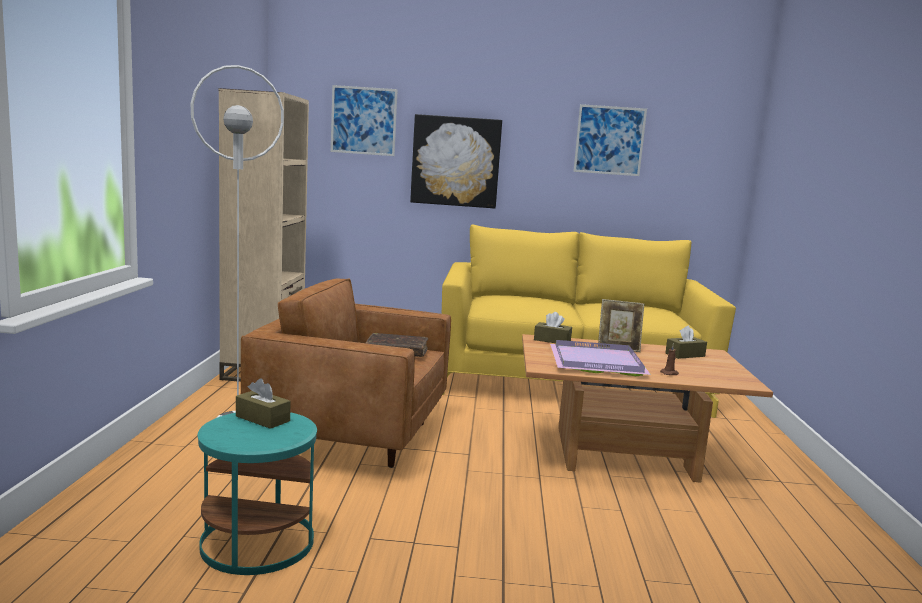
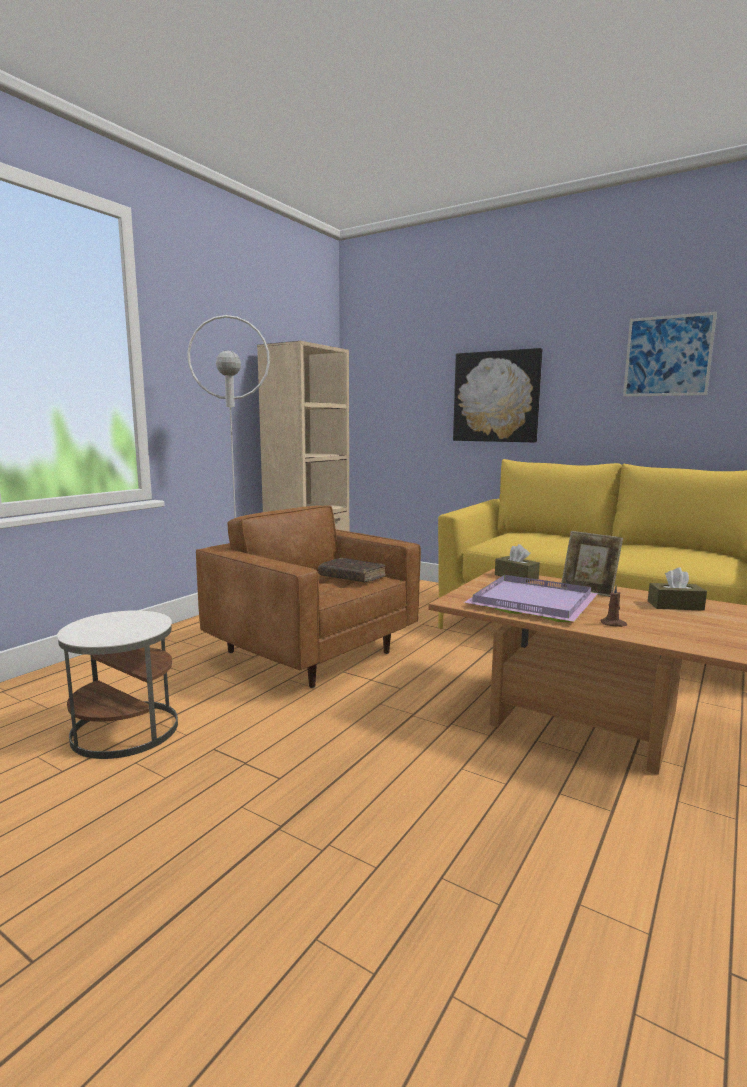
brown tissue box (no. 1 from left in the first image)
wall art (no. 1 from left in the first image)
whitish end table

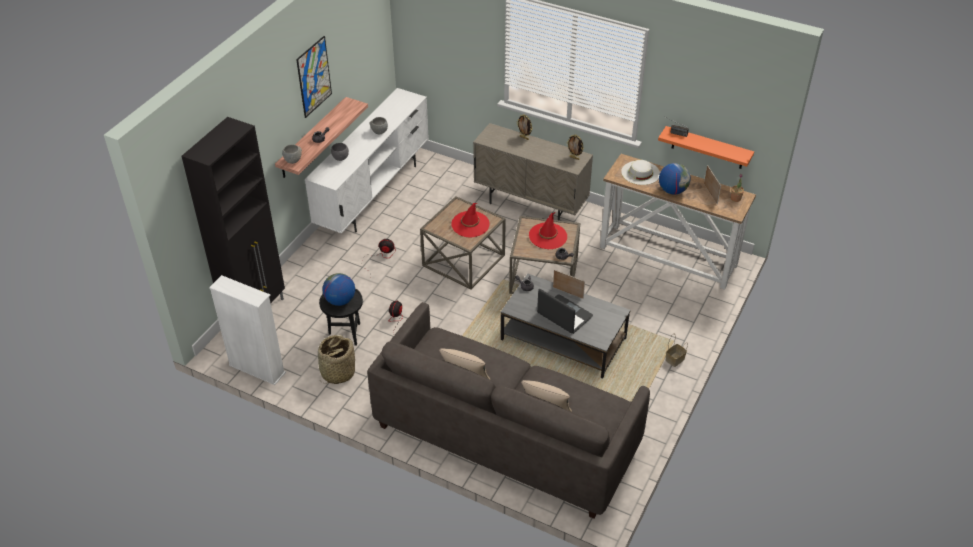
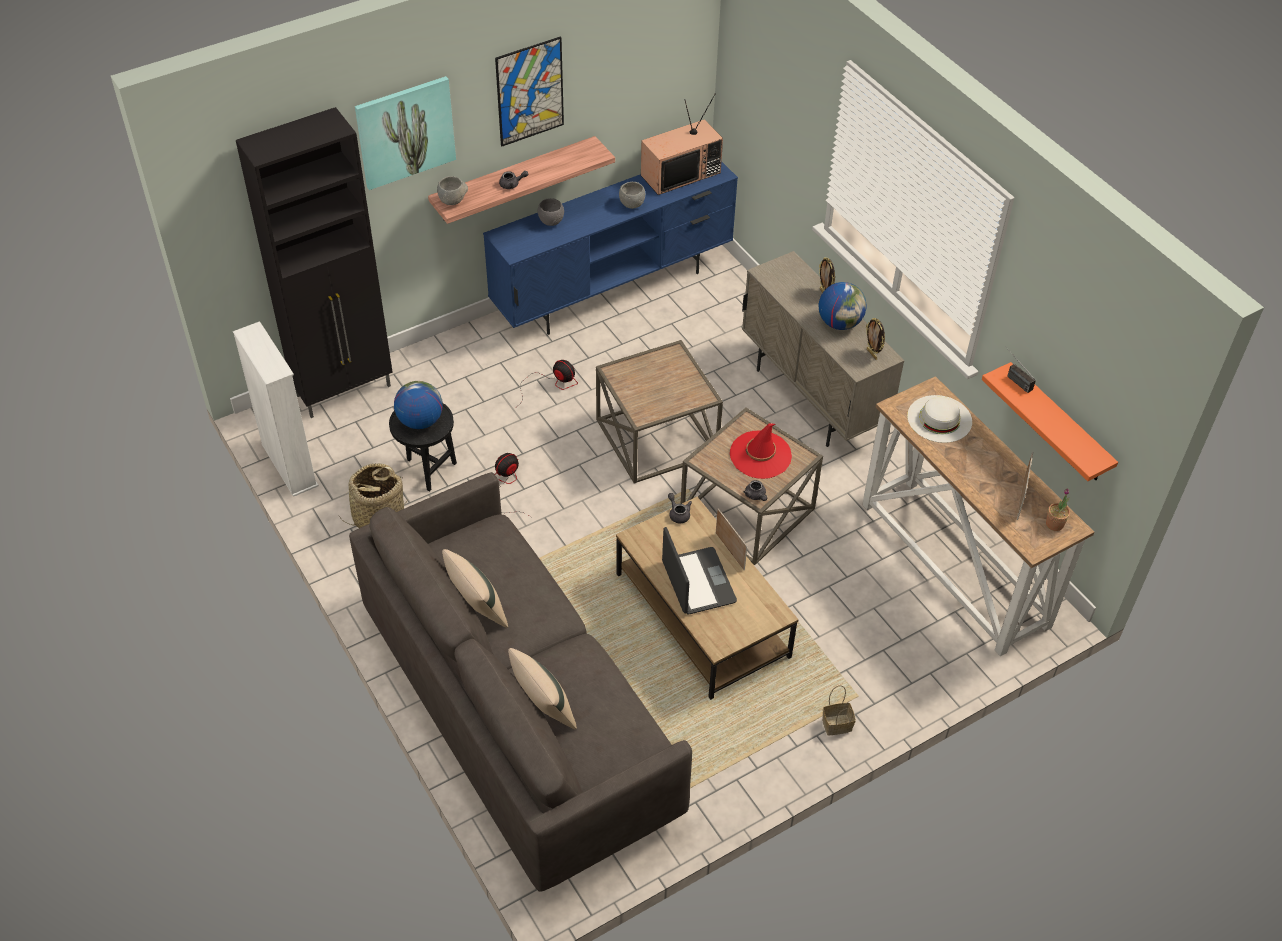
red hat (no. 1 from left in the first image)
wall art (no. 1 from left)
television
desk globe (no. 2 from left)
bluish tv stand
brown low table

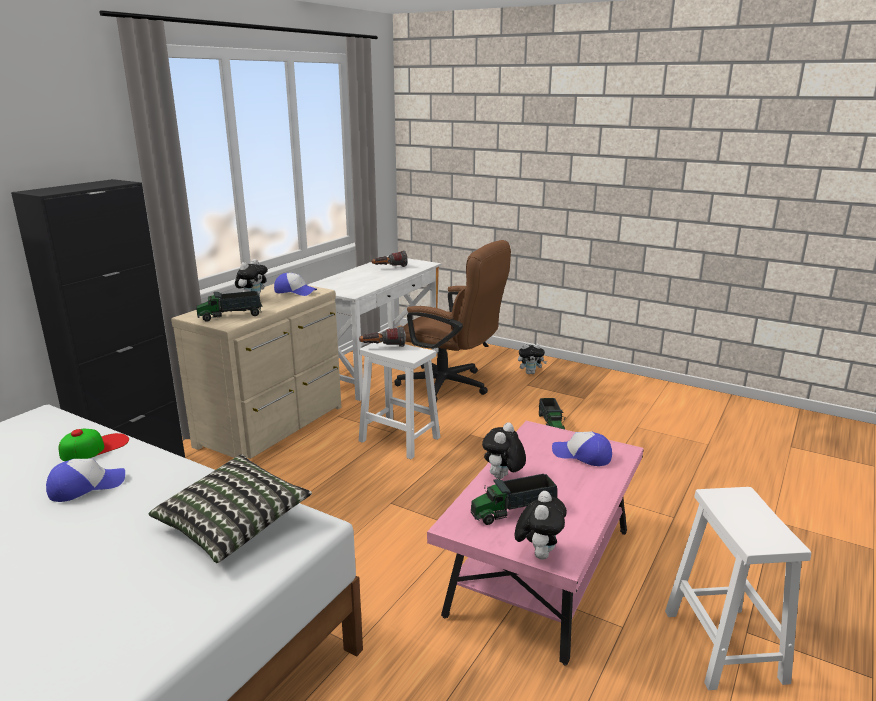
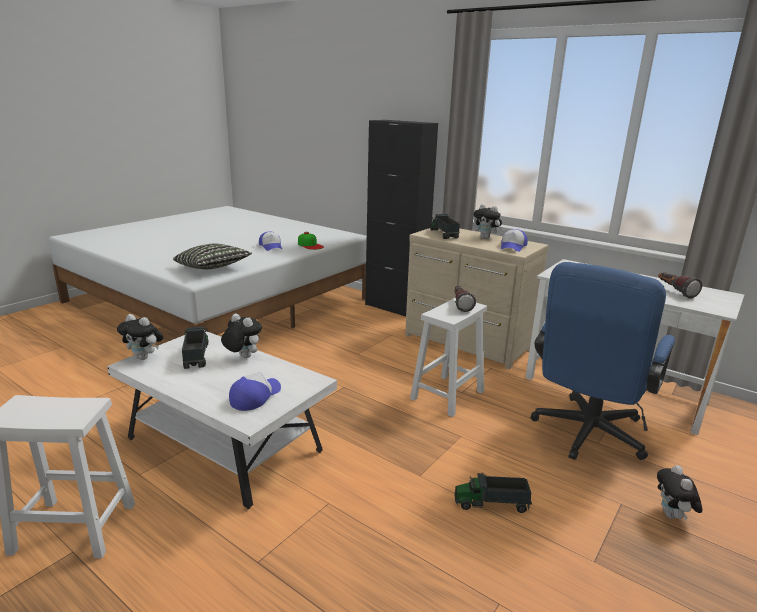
bluish office chair
whitish low table

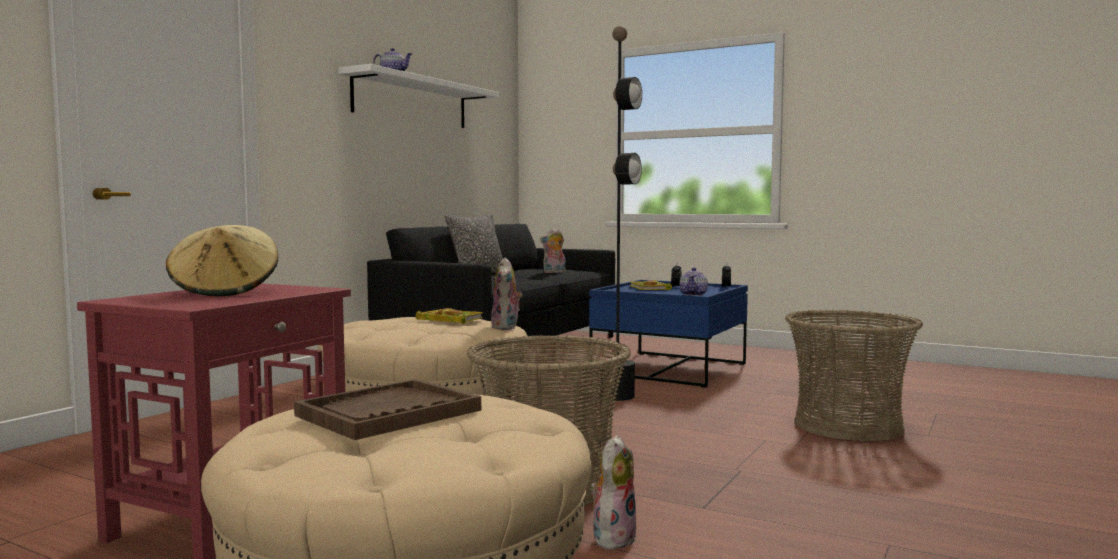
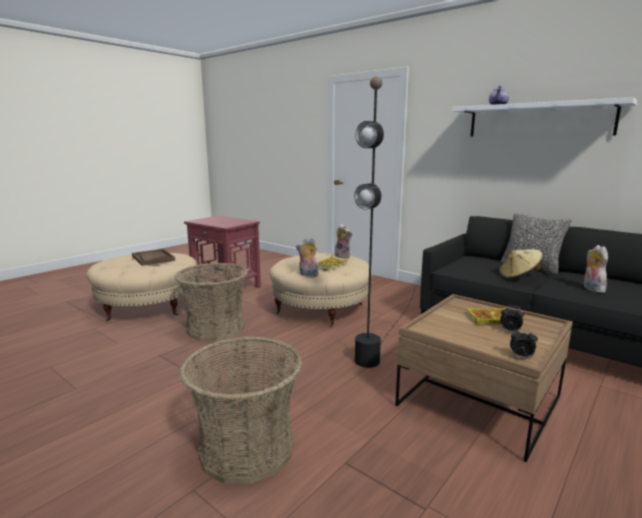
tea pot (no. 2 from left in the first image)
sand-coloured hat
plush toy (no. 2 from left)
brown low table

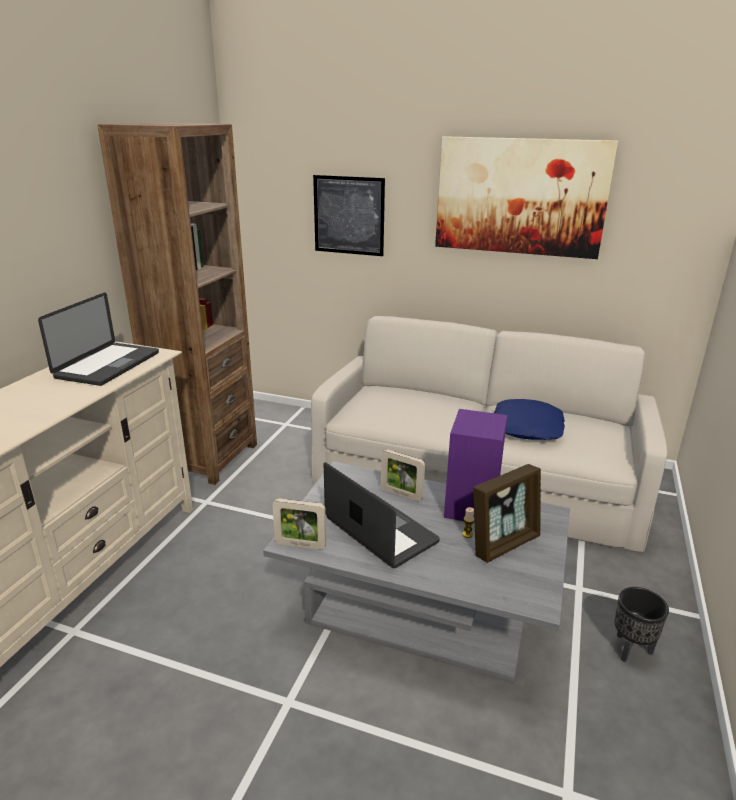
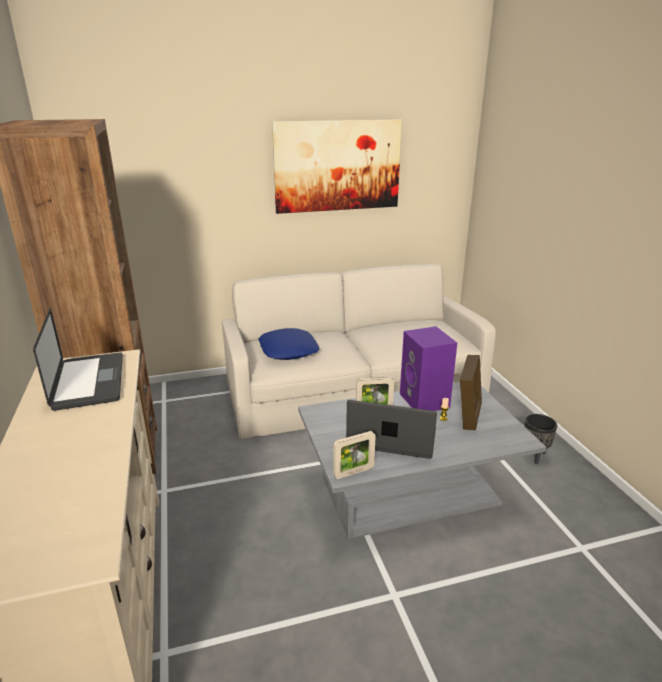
wall art (no. 1 from left in the first image)
bluish cushion

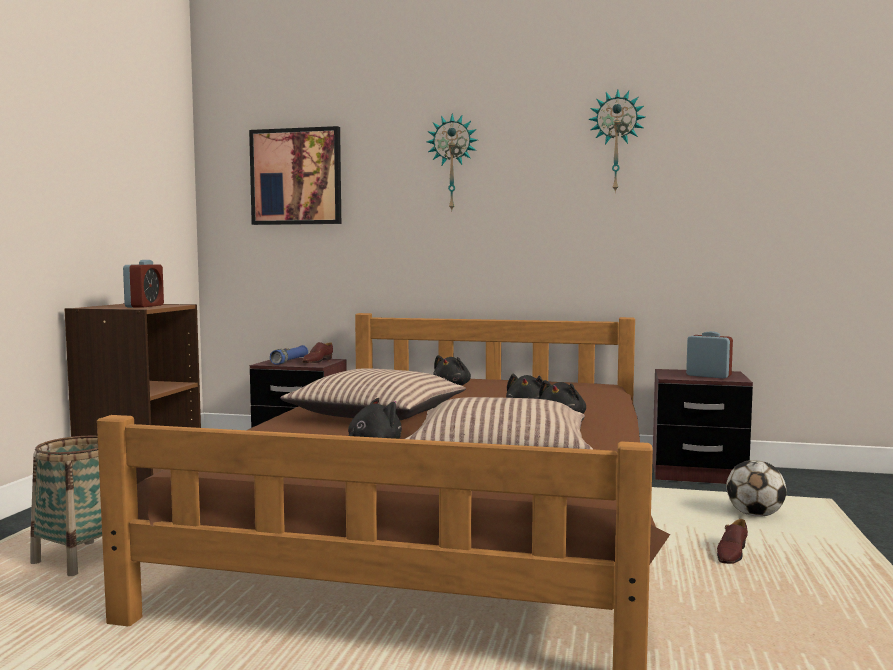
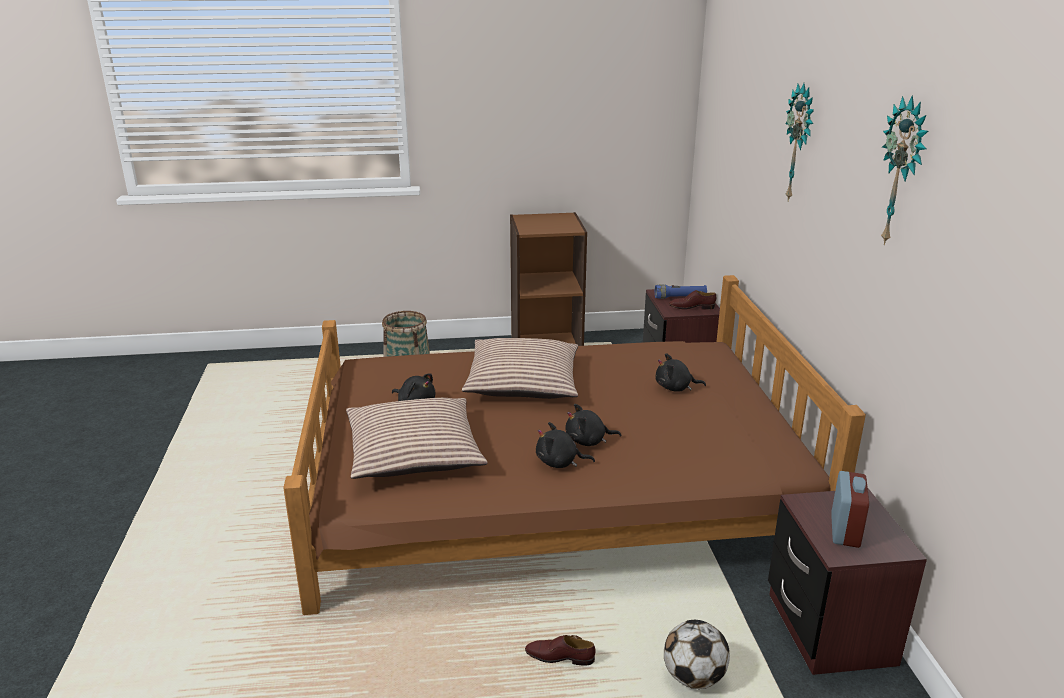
table clock (no. 1 from left in the first image)
wall art

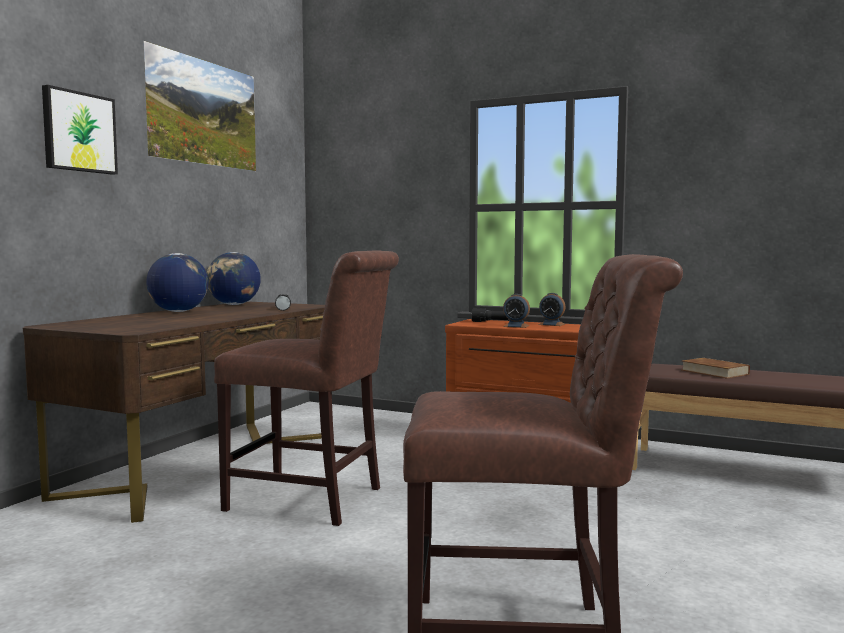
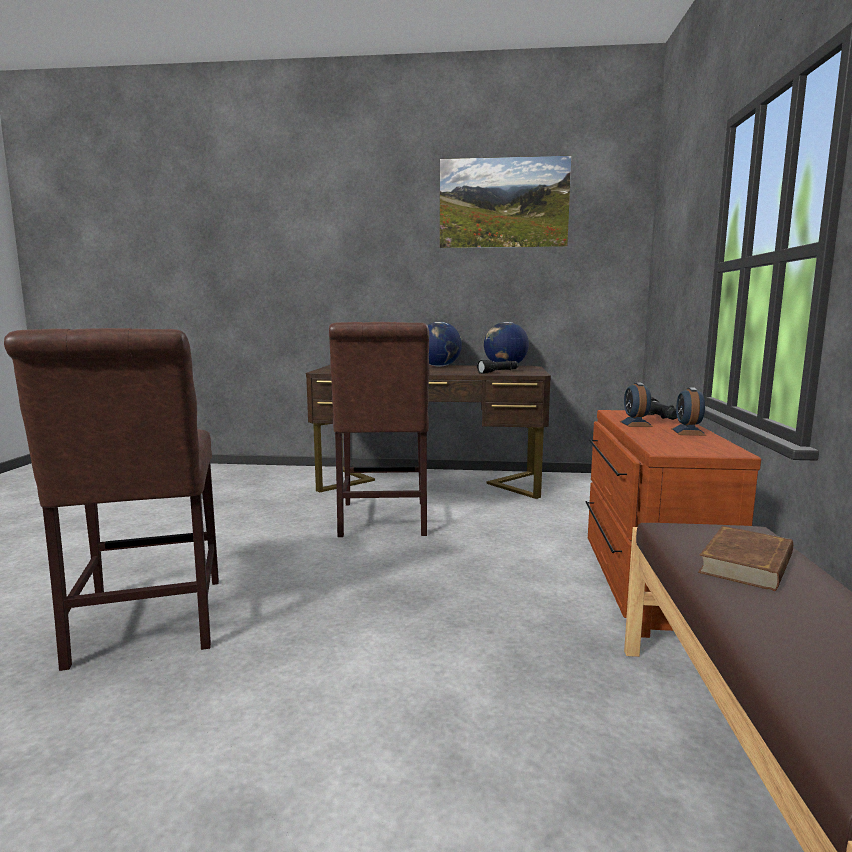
wall art (no. 1 from left in the first image)

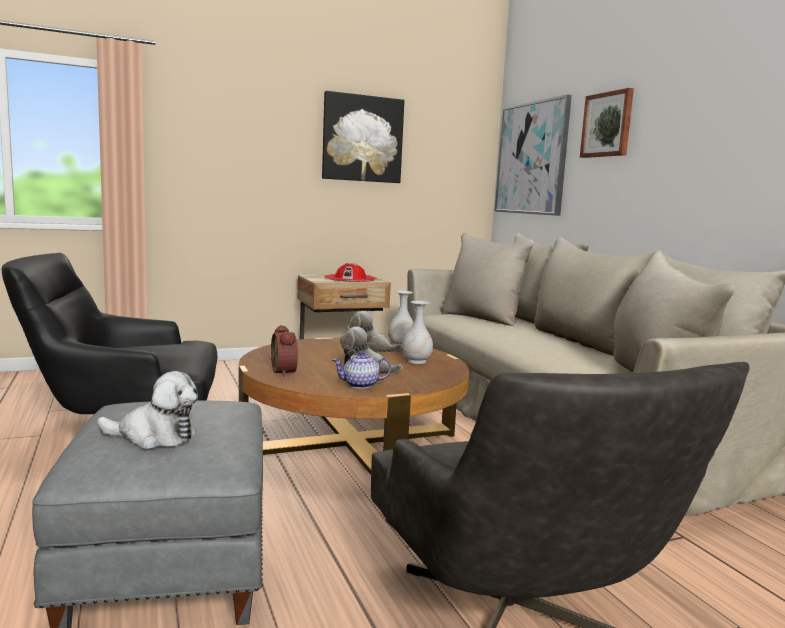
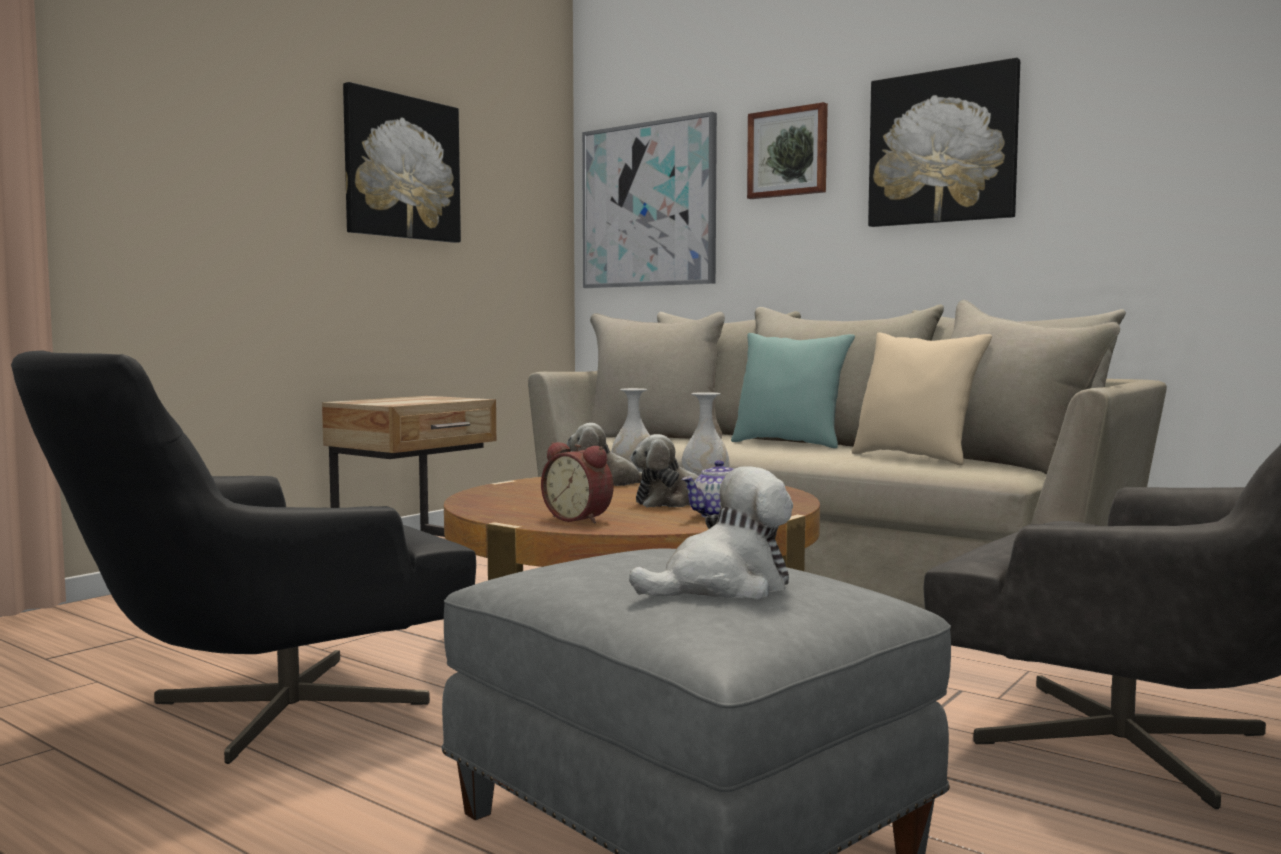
red hat
blue-green cushion
sand-coloured cushion
wall art (no. 4 from left)

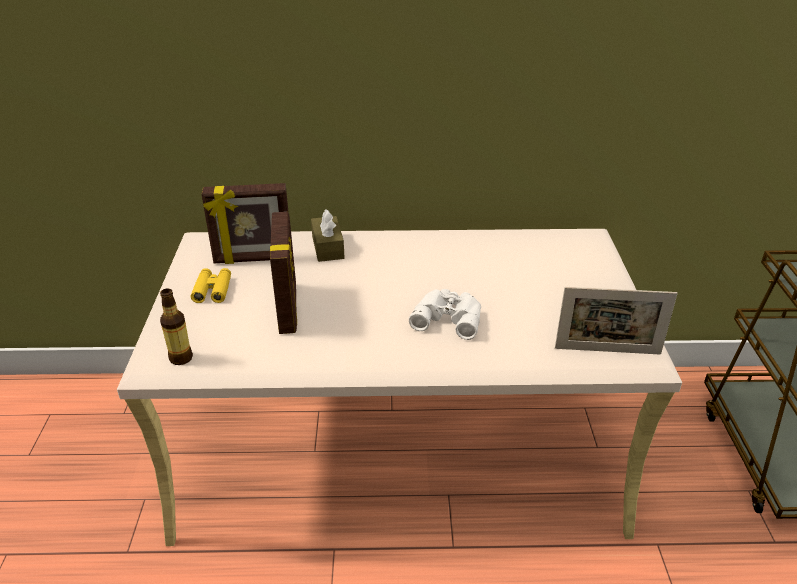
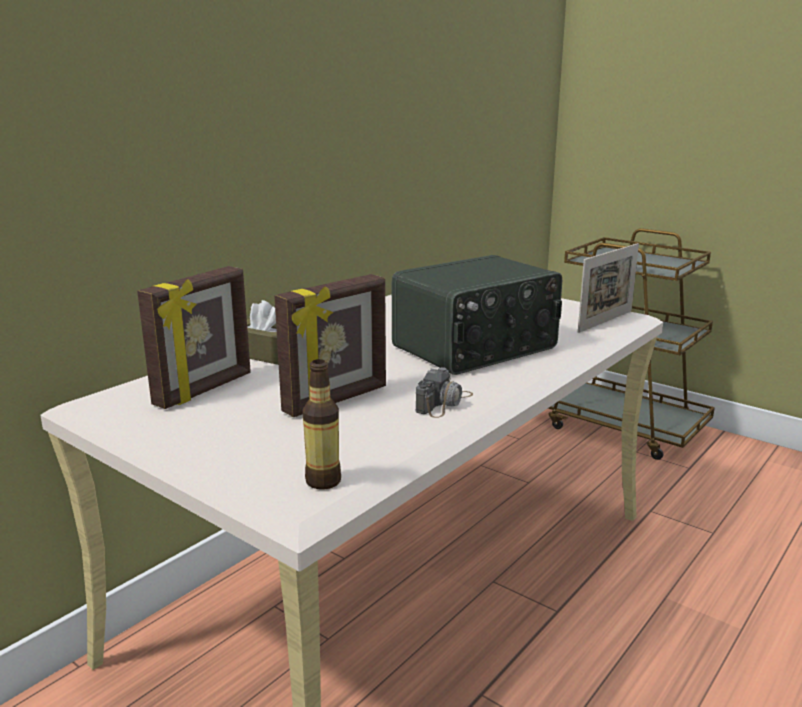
yellow-coloured field glasses
photo camera
radio receiver
standing frame (no. 2 from left)

